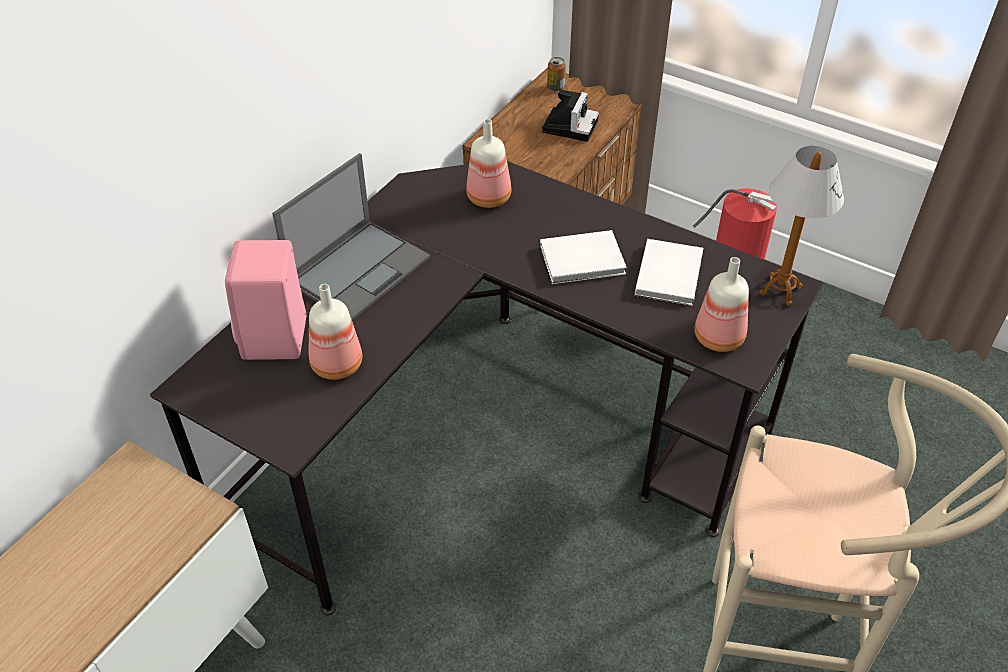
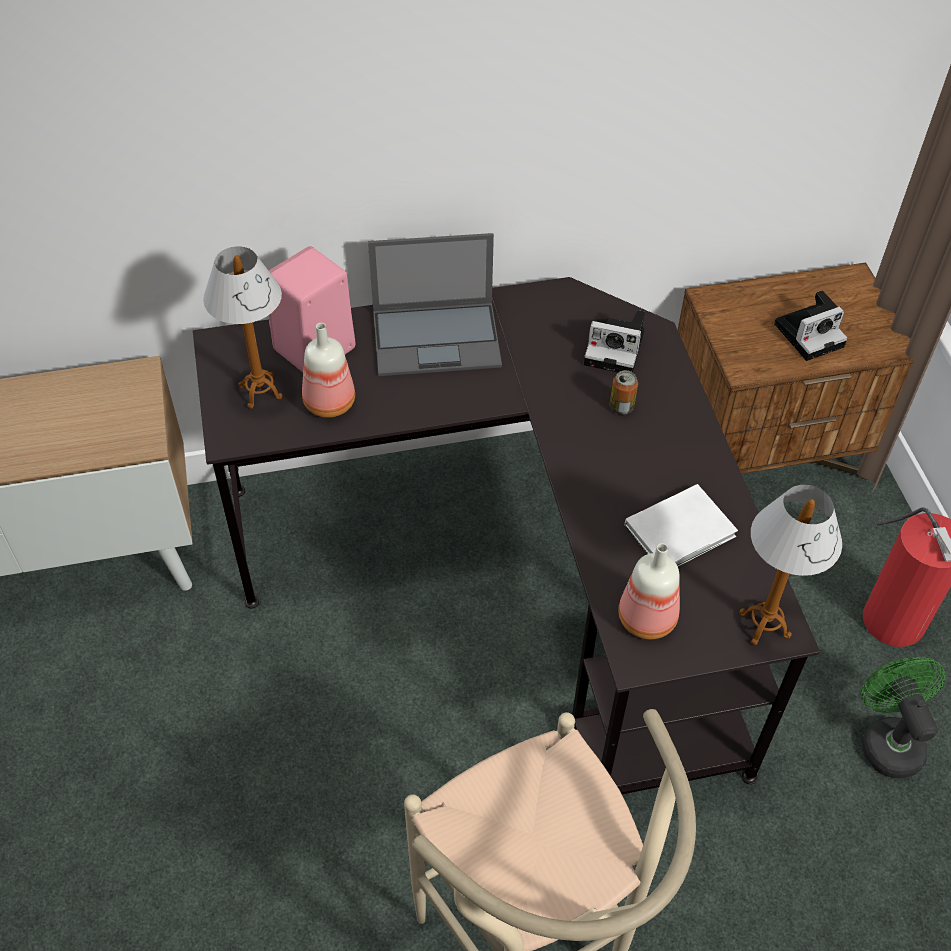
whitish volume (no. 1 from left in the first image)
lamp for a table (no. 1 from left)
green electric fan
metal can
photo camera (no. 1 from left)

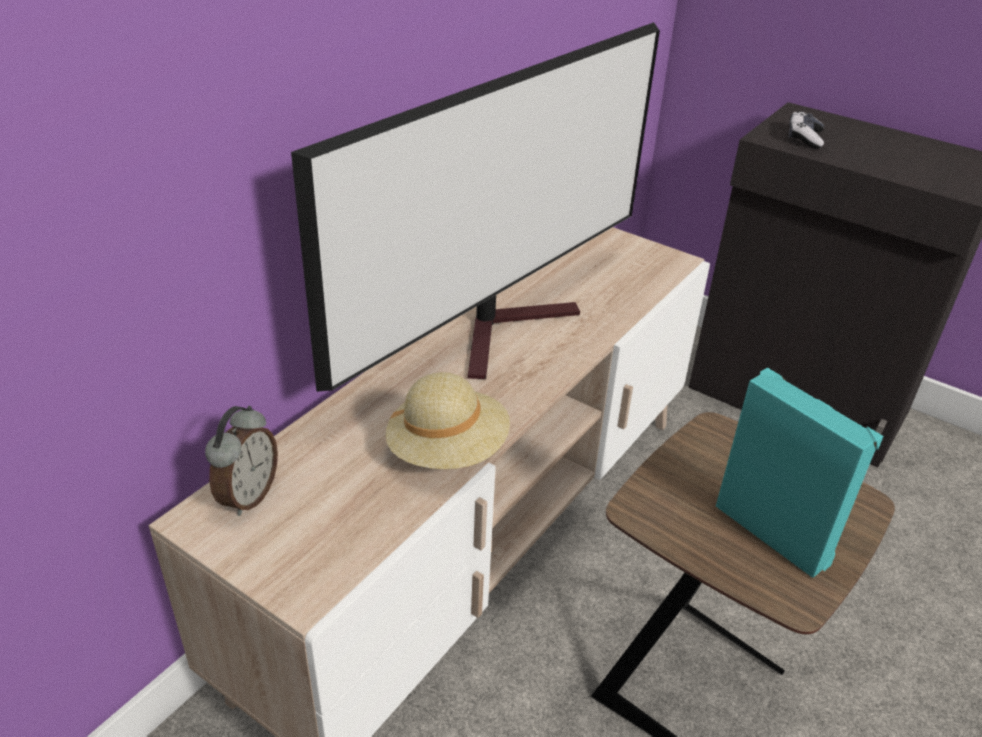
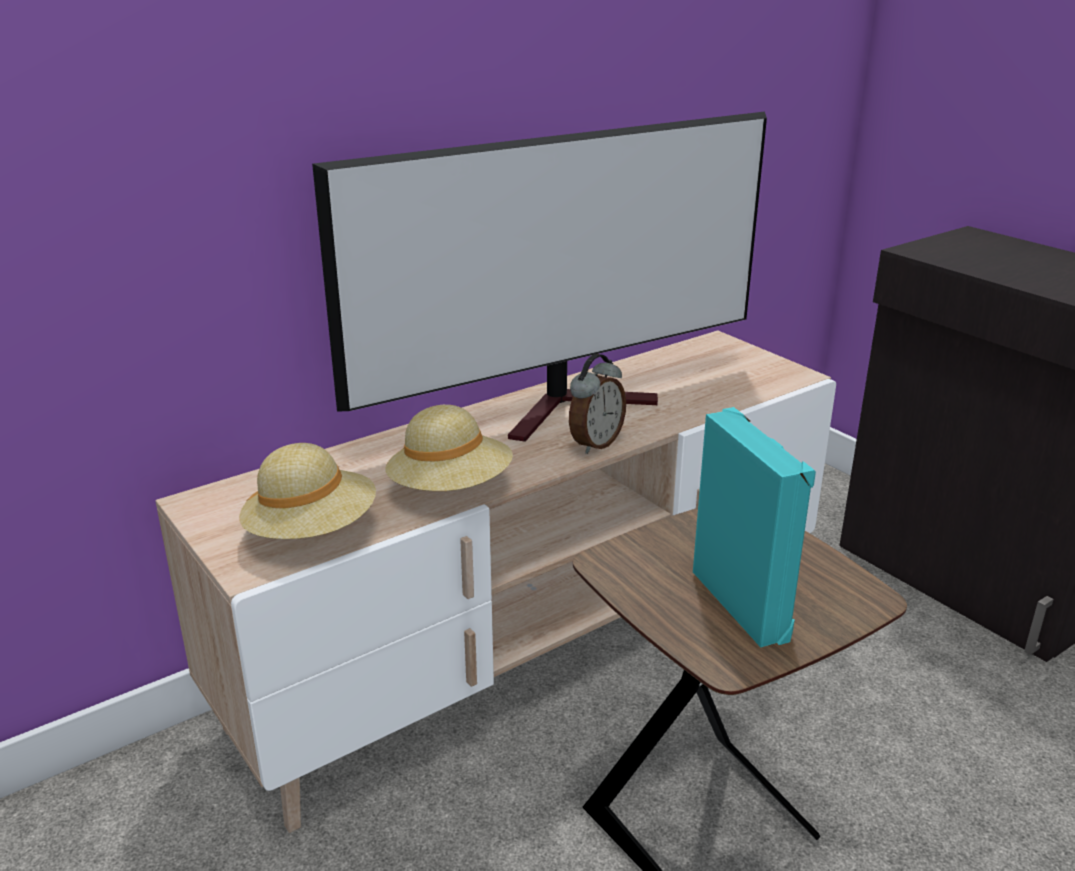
gamepad
sand-coloured hat (no. 1 from left)
table clock

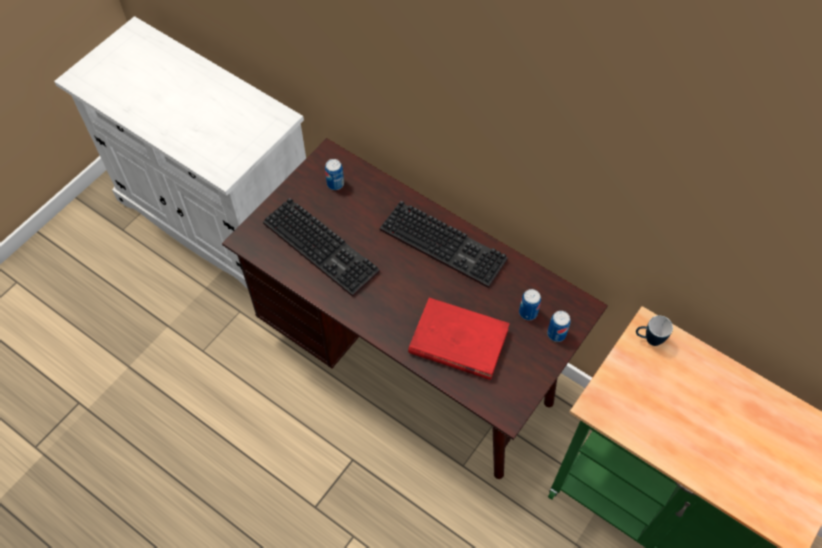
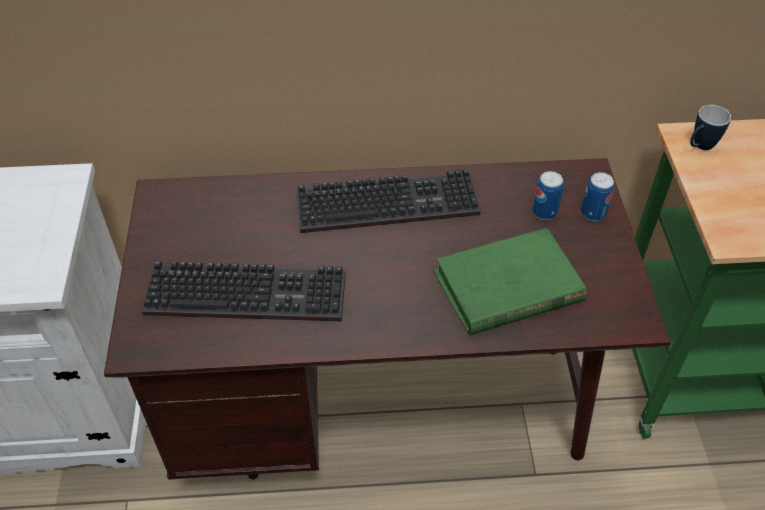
metal can (no. 1 from left in the first image)
green volume

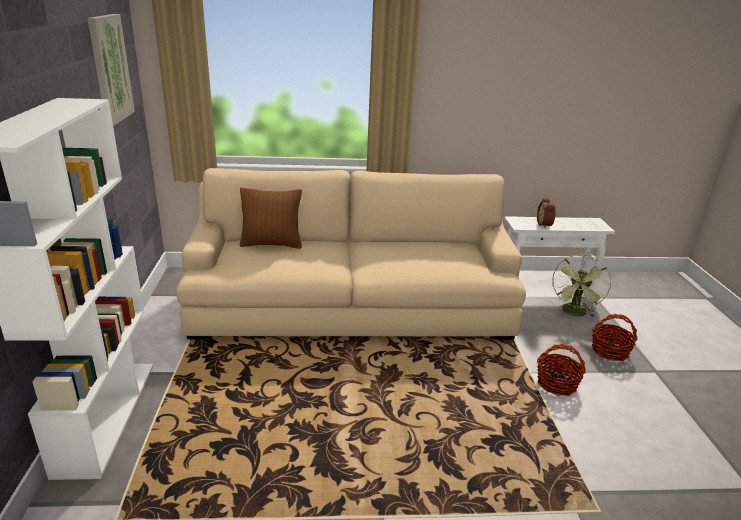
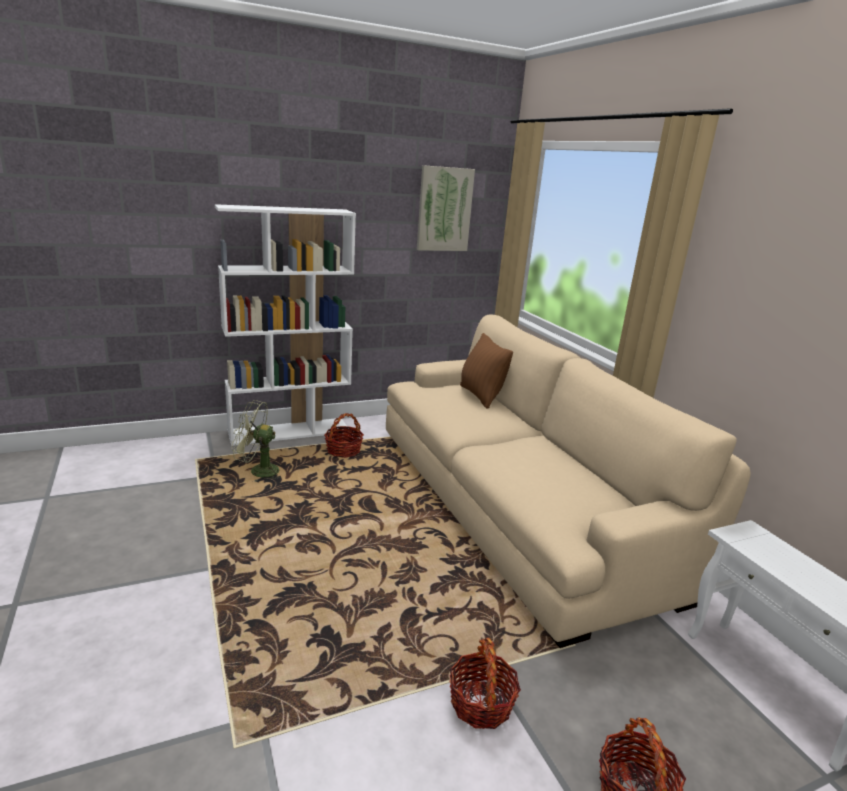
table clock
household basket (no. 1 from left)
green electric fan

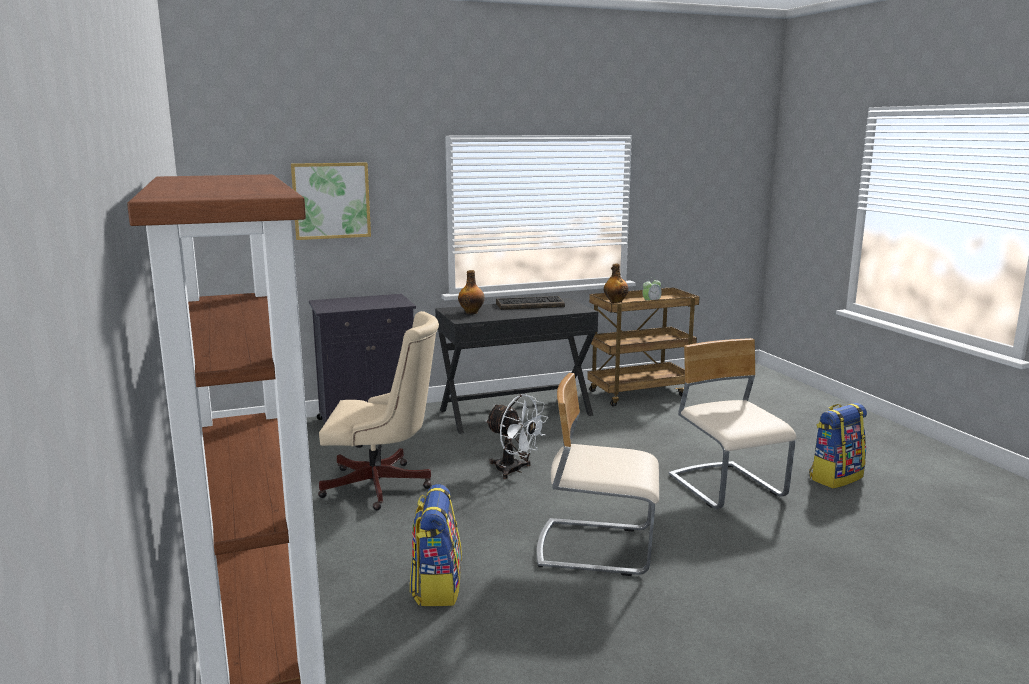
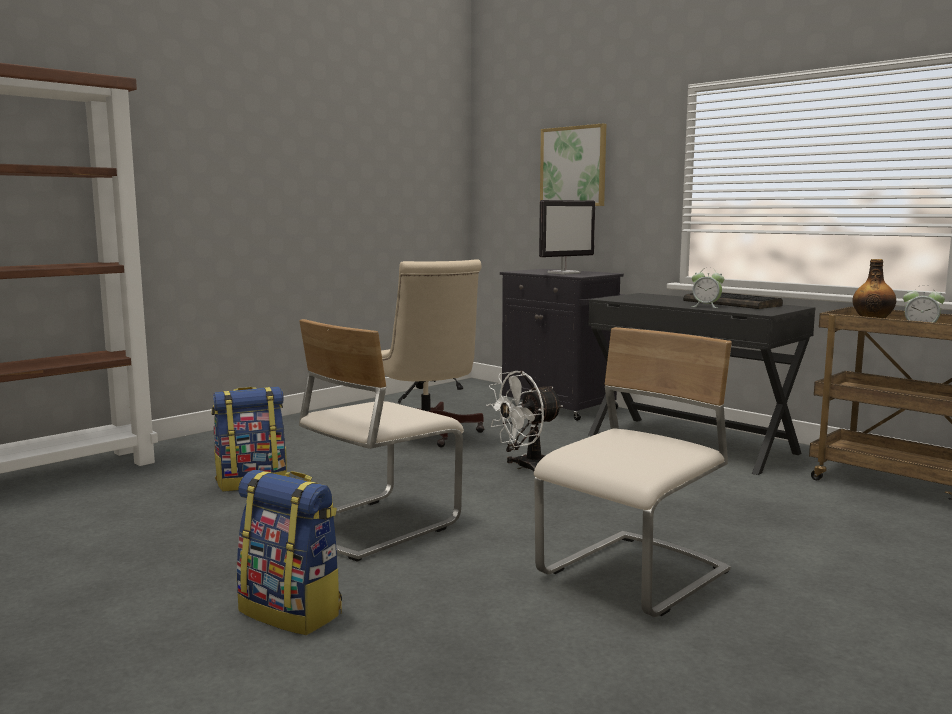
bottle (no. 1 from left in the first image)
computer screen
table clock (no. 1 from left)
knapsack (no. 2 from left)
whitish electric fan
sand-coloured plain chair (no. 1 from left)

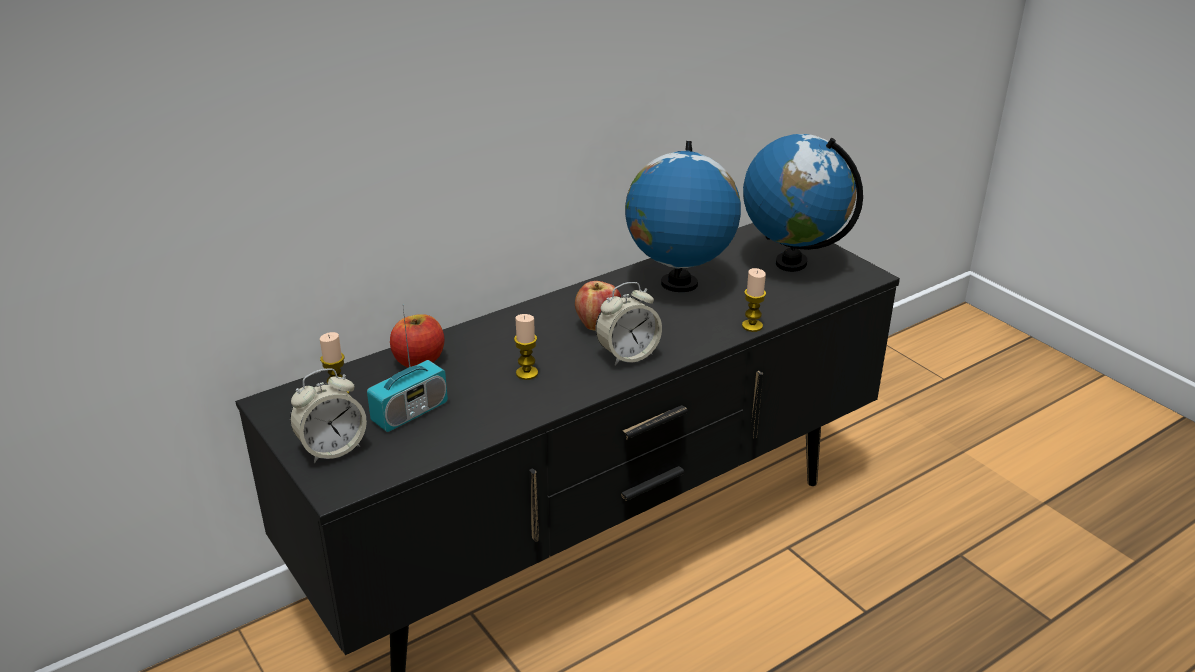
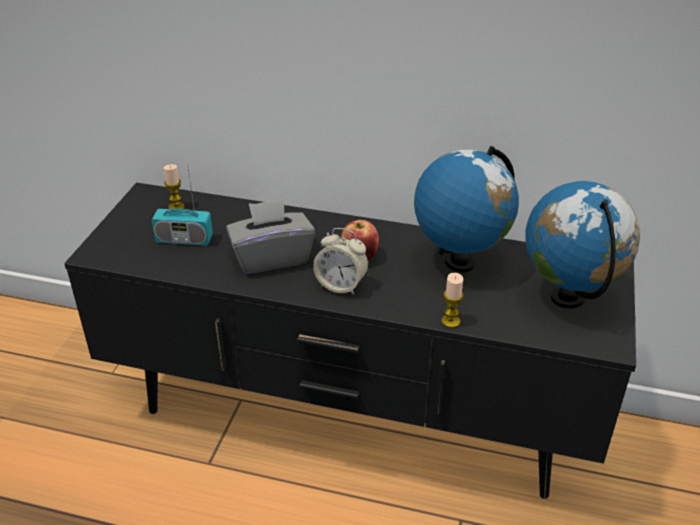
table clock (no. 1 from left in the first image)
apple fruit (no. 1 from left in the first image)
greyish tissue box

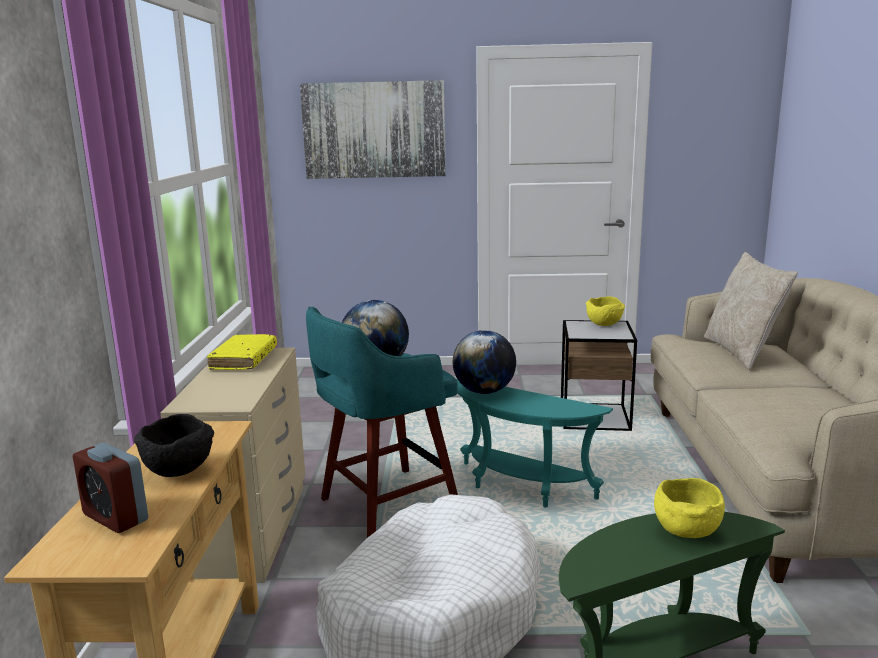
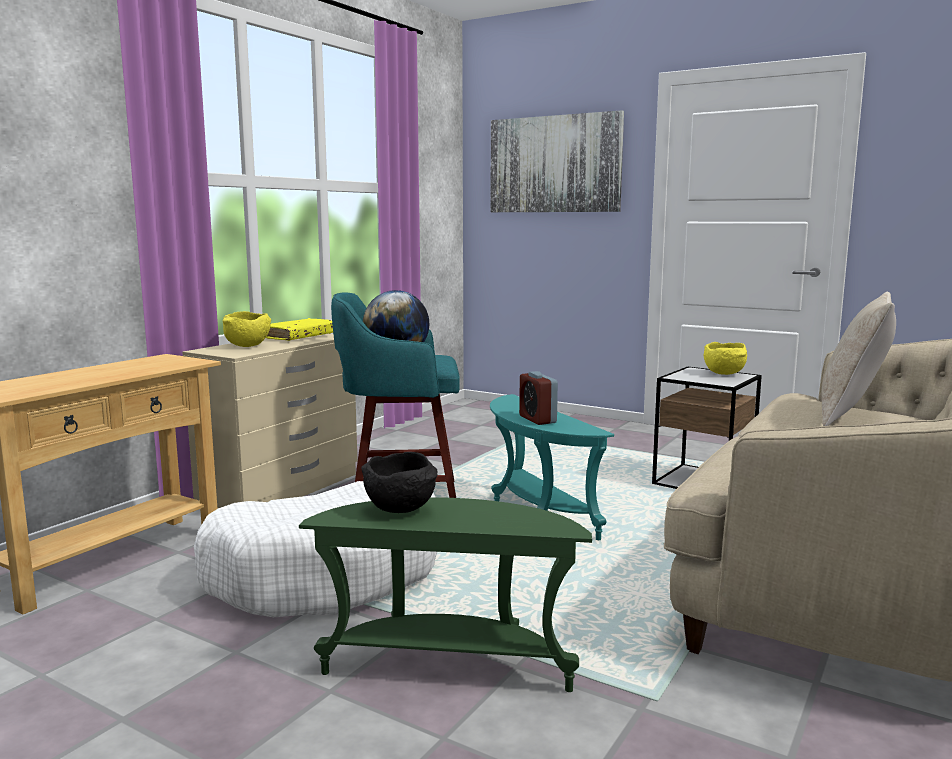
desk globe (no. 2 from left in the first image)
table clock
black-coloured bowl
yellow-coloured bowl (no. 1 from left)

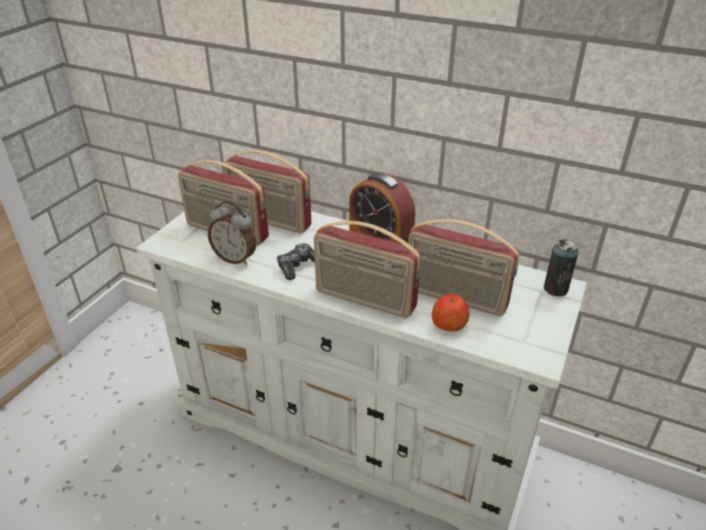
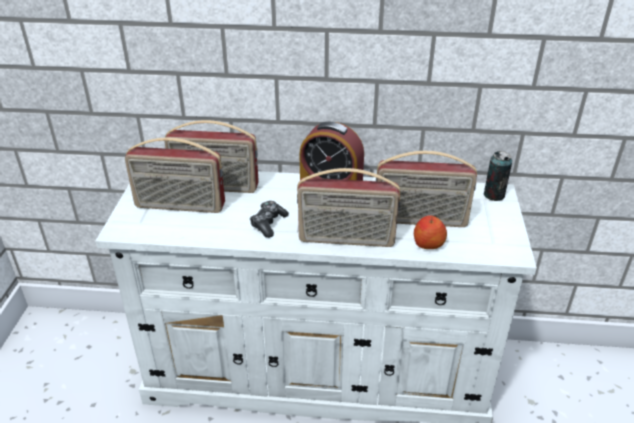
table clock (no. 1 from left in the first image)

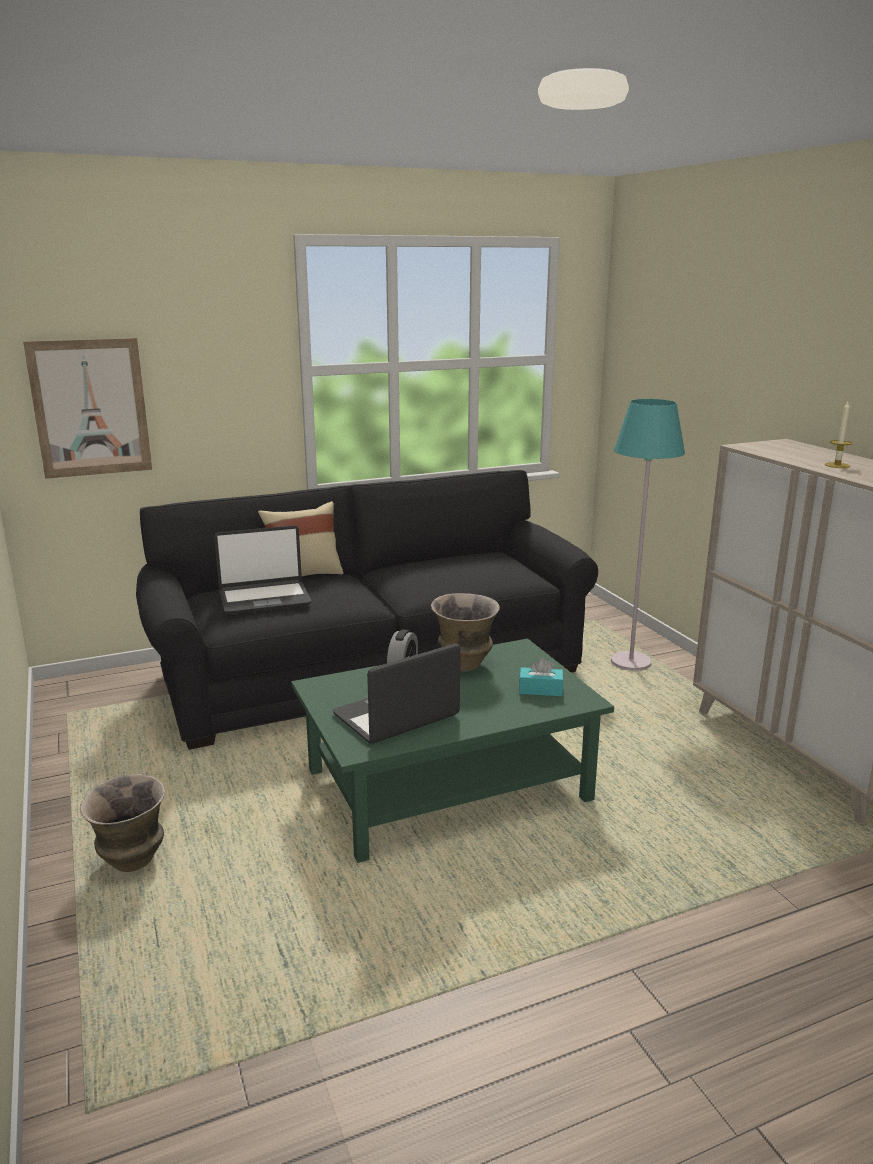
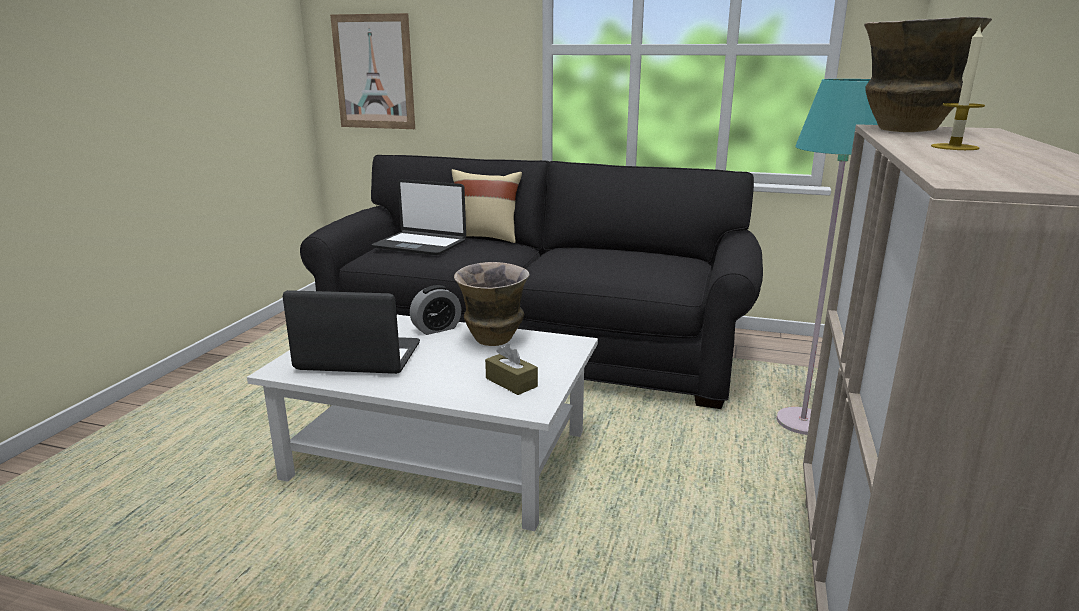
vase (no. 2 from left)
whitish low table
brown tissue box

